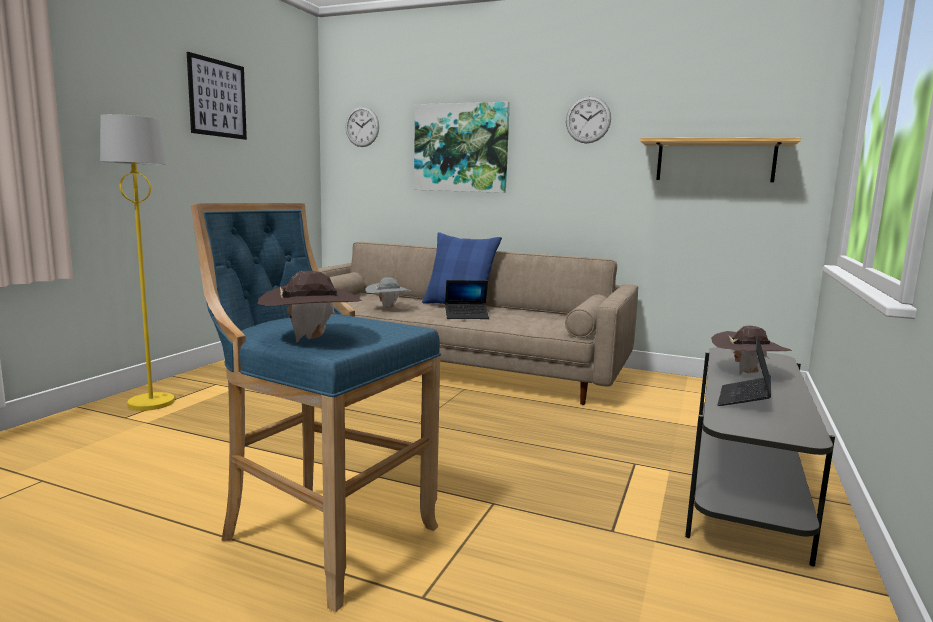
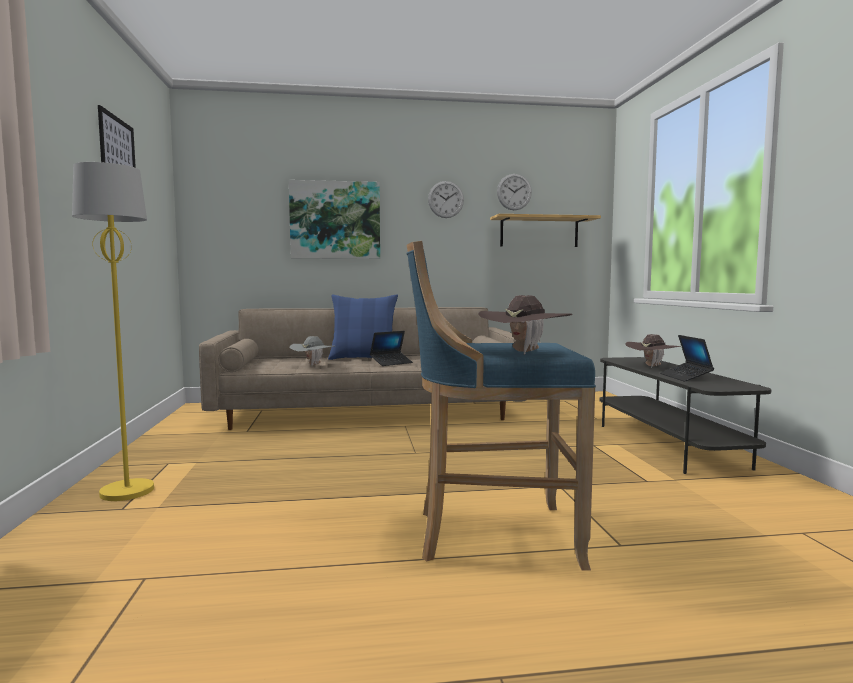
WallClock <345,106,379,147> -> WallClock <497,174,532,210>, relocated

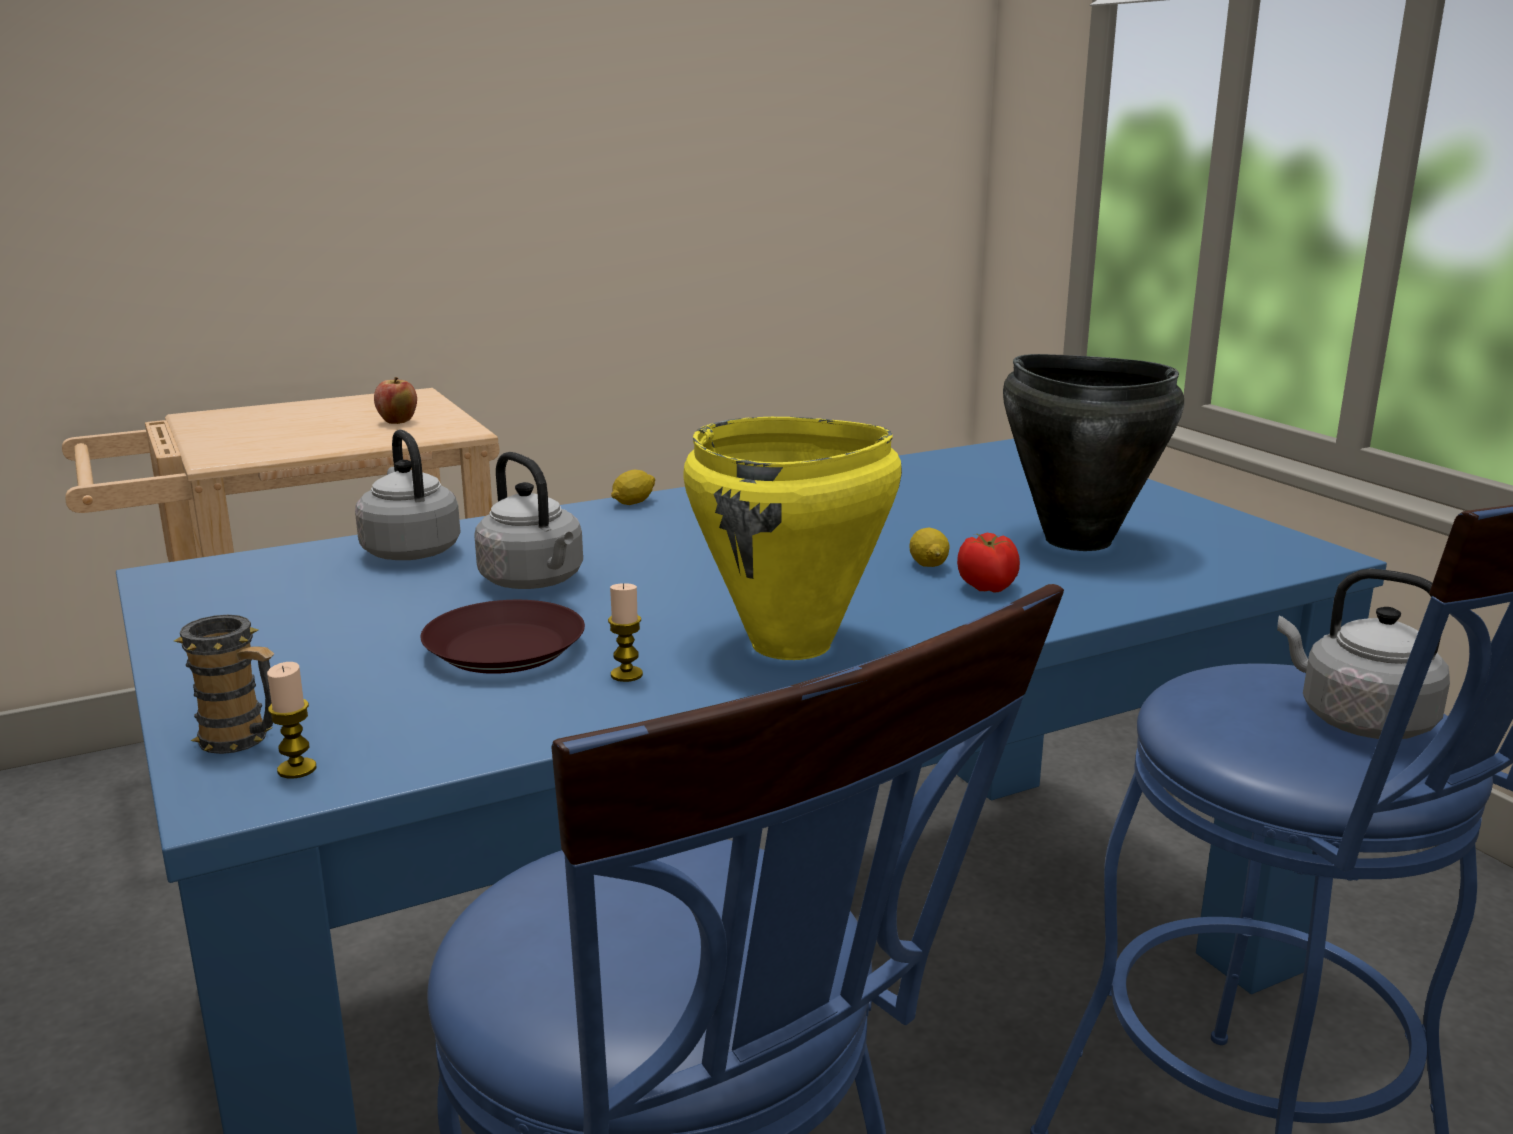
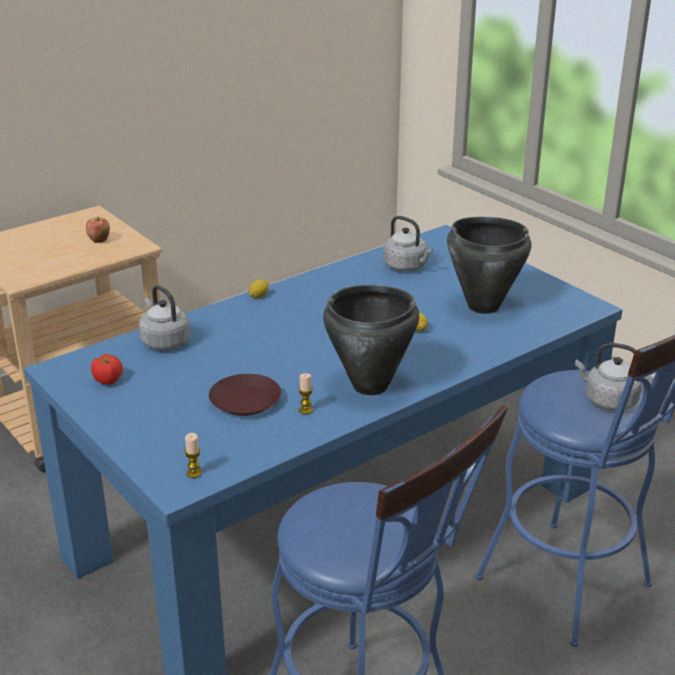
Mug <174,615,275,754> -> none
GreyKettle <474,452,583,589> -> GreyKettle <383,216,433,271>, relocated
YellowCookingPot <683,417,902,660> -> BlackCookingPot <323,285,419,395>
Tomato <957,533,1020,593> -> Tomato <91,354,123,384>, relocated

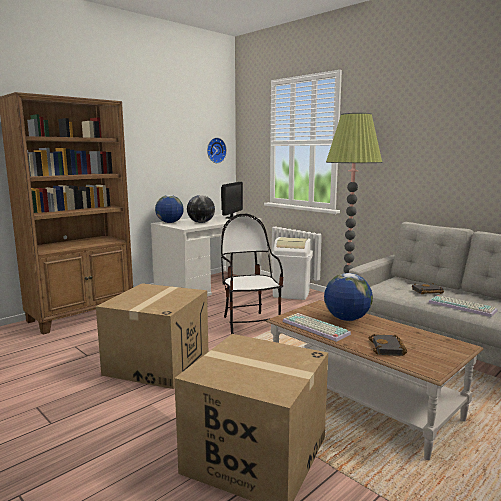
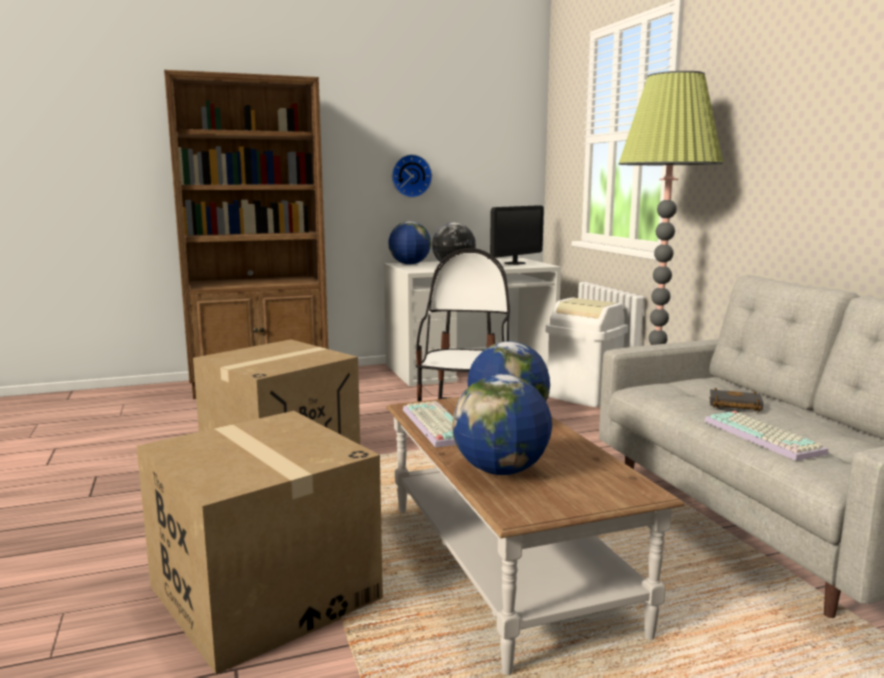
WallClock <207,137,227,163> -> WallClock <392,154,432,198>, relocated
BlackBook <368,334,407,356> -> Globe <452,374,552,475>

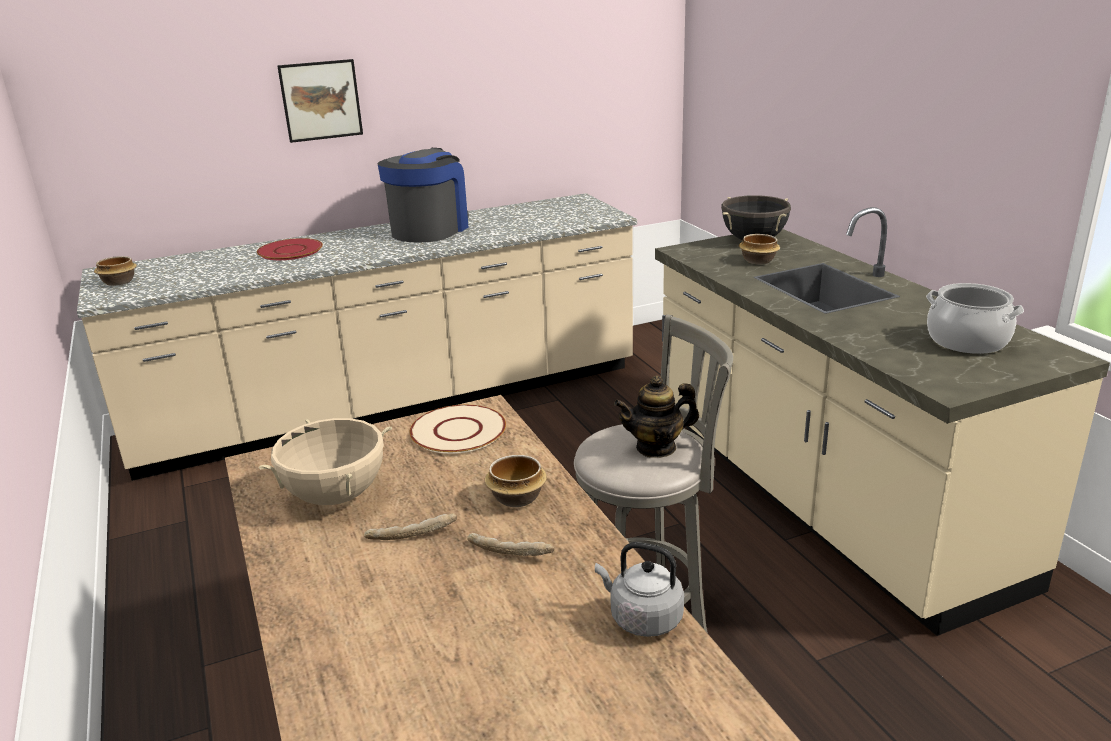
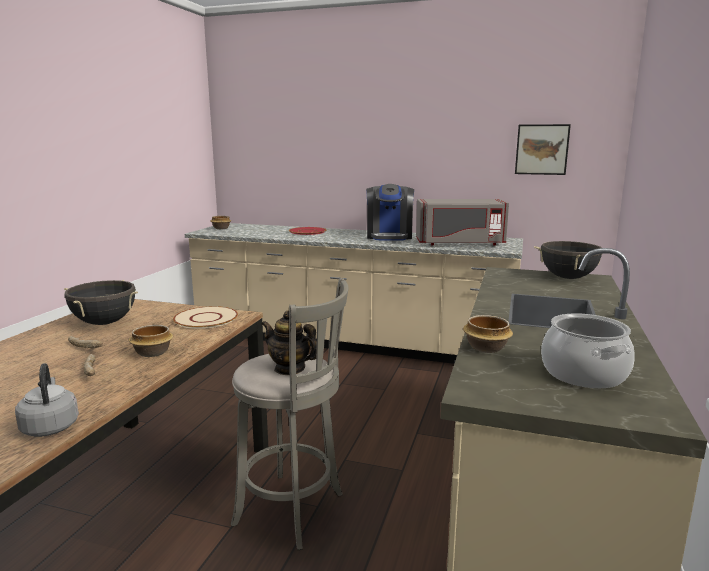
BeigeCookingPot <259,418,392,505> -> BlackCookingPot <64,280,138,325>
Picture <277,59,363,143> -> Picture <515,124,571,175>, relocated
CoffeeMachine <377,148,469,243> -> CoffeeMachine <366,184,414,241>, 120 degrees clockwise
Bowl <739,234,780,265> -> Bowl <463,315,513,353>, relocated
none -> GreyMicrowave <416,199,509,246>

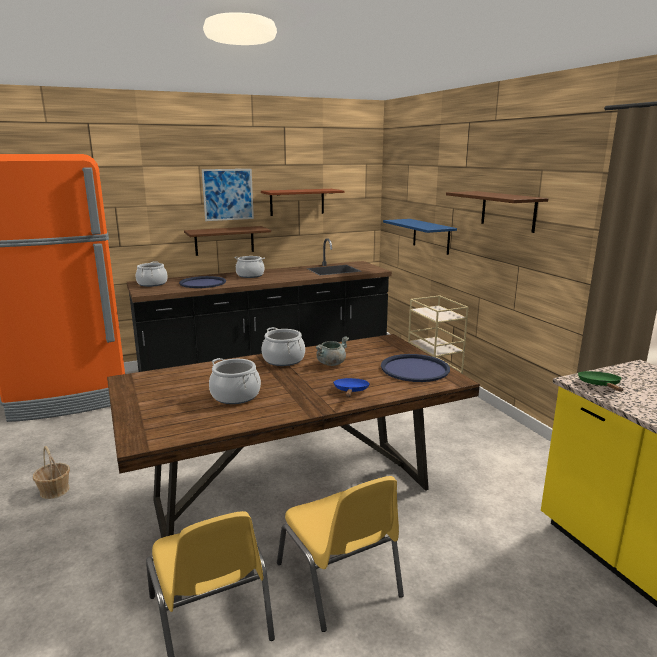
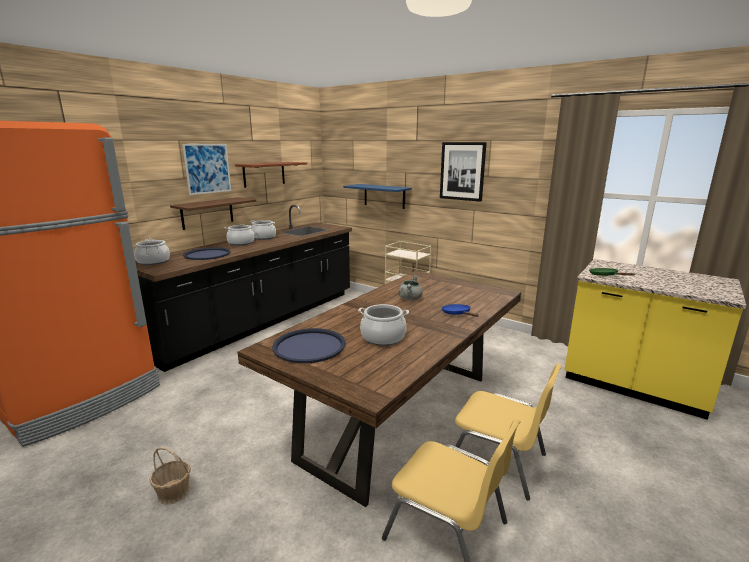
CookingPot <262,327,305,366> -> CookingPot <250,220,276,240>, relocated
BlueTray <381,354,450,382> -> BlueTray <272,328,345,363>, relocated
BrownShelf <446,191,548,233> -> Picture <440,142,487,202>

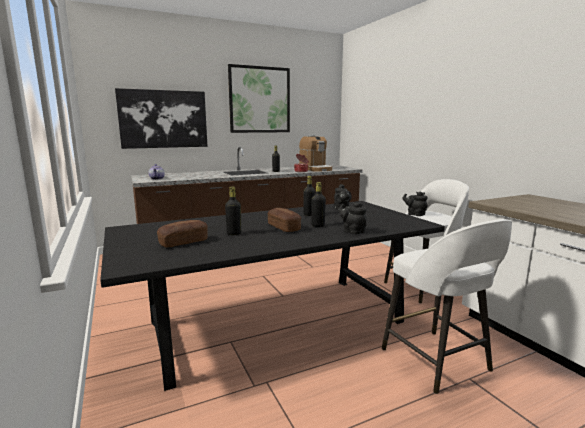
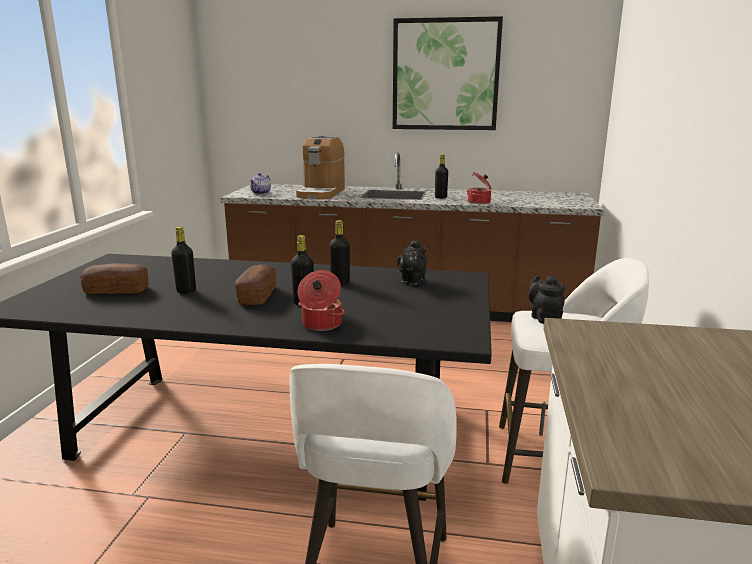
Picture <115,88,207,149> -> none
CoffeeMachine <299,136,332,172> -> CoffeeMachine <296,136,345,199>, relocated
BlackTeapot <338,202,367,234> -> CookingPot <298,270,345,331>

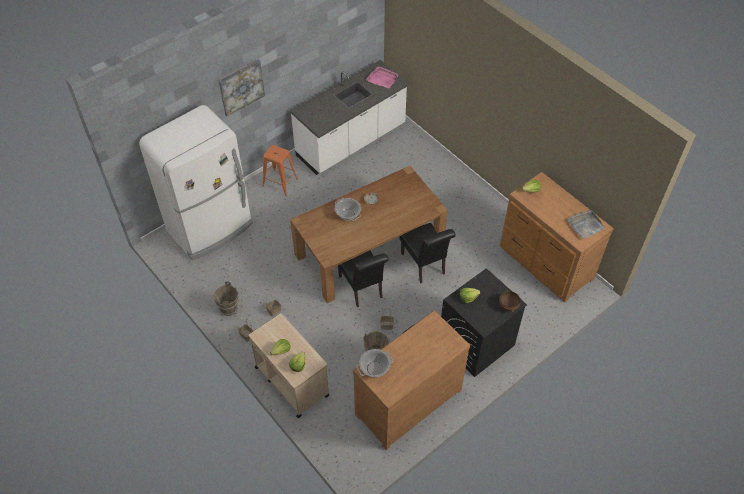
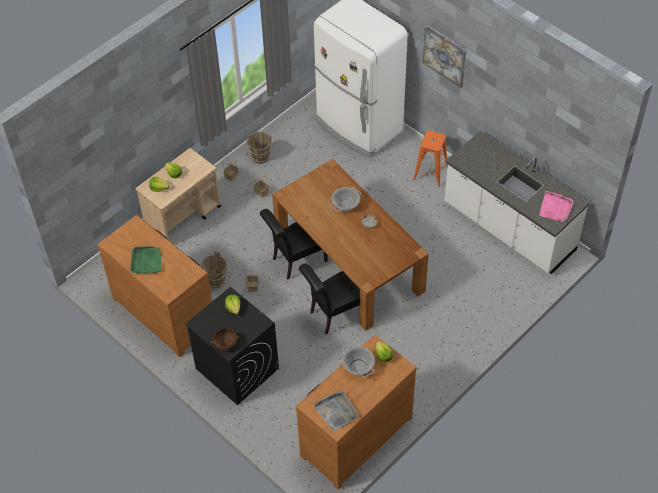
CookingPot <356,349,394,377> -> CookingPot <342,345,375,378>, relocated
none -> GreenTray <130,246,162,274>

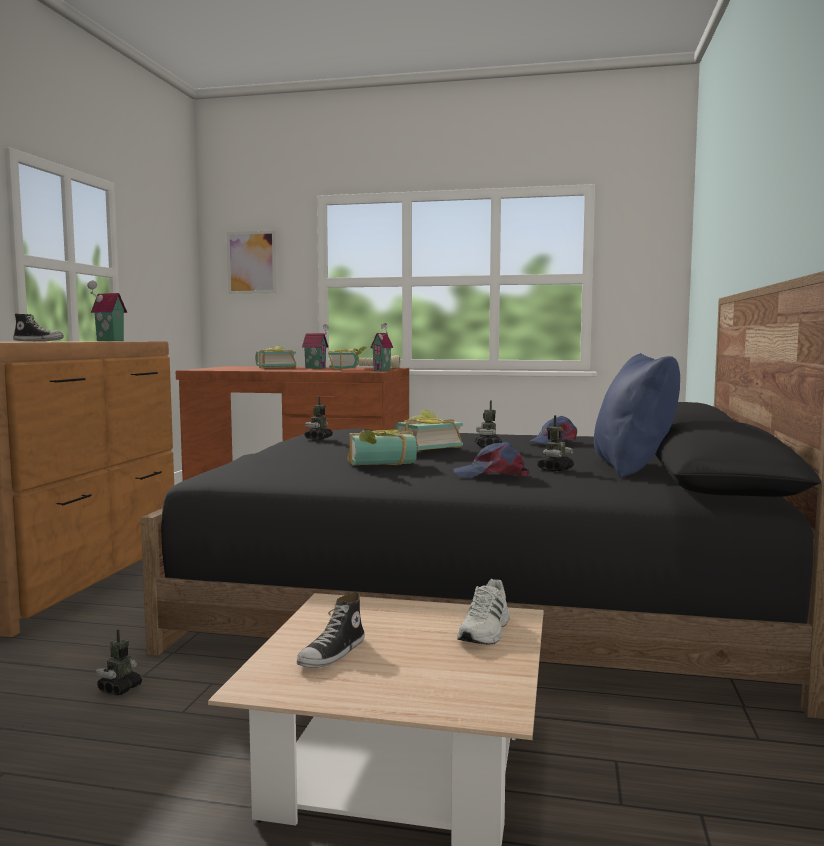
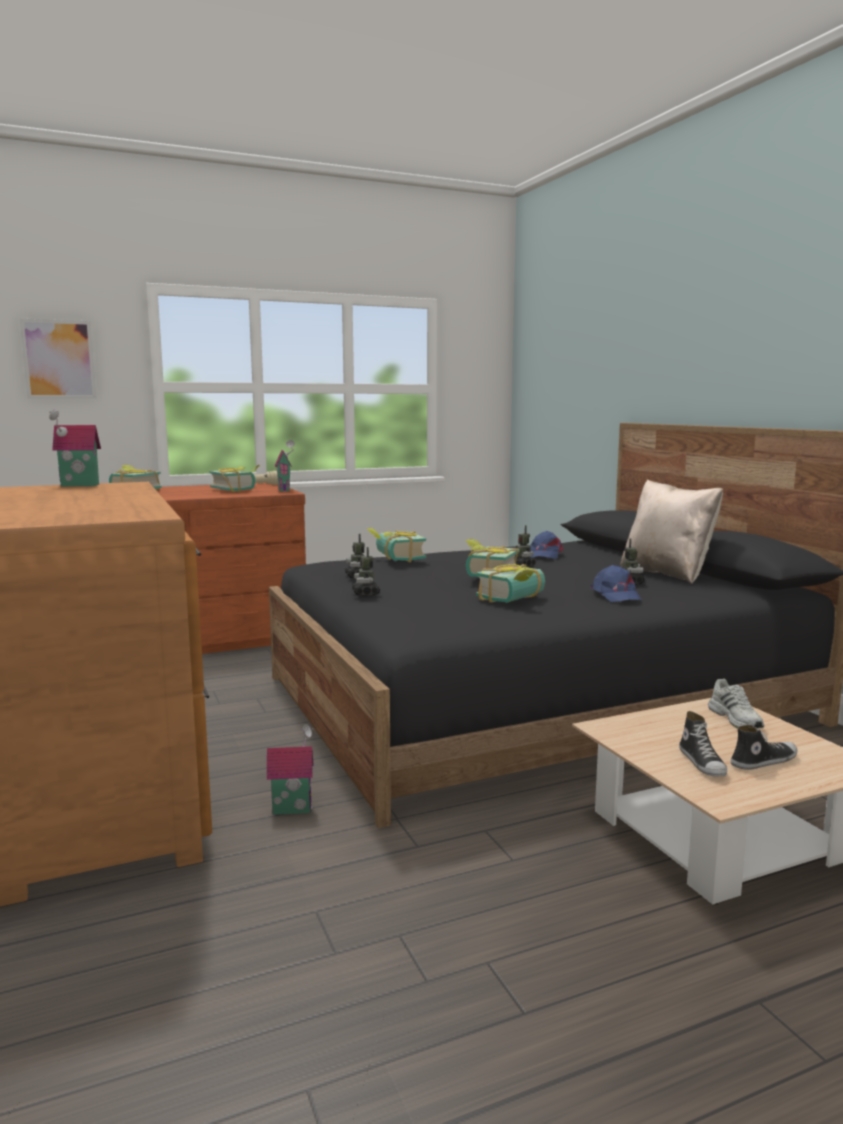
Shoe <13,313,64,341> -> Shoe <731,725,797,770>, relocated
ToyRobot <95,629,142,696> -> ToyRobot <352,547,380,596>, relocated
ToyHouse <302,324,329,369> -> ToyHouse <267,724,314,815>, relocated
BlueCap <454,442,529,478> -> BlueCap <590,565,642,602>, 75 degrees counterclockwise
BluePillow <594,353,680,478> -> BeigePillow <621,479,723,584>
none -> Book <367,527,426,563>

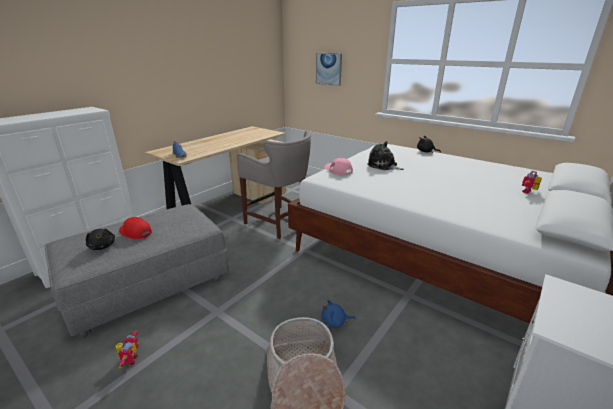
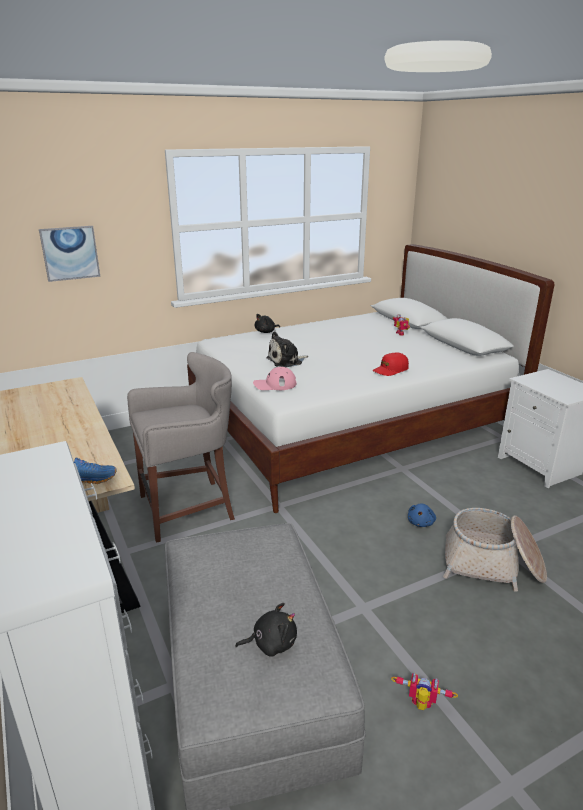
RedCap <119,217,152,239> -> RedCap <373,353,409,376>, relocated

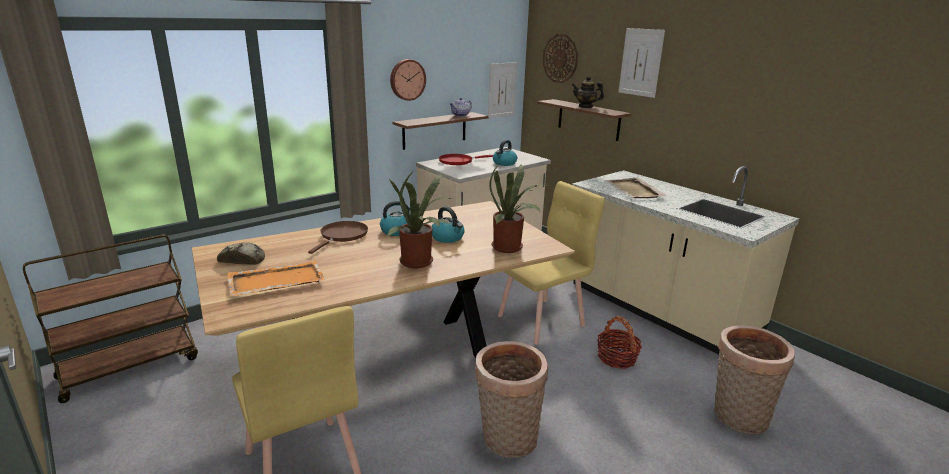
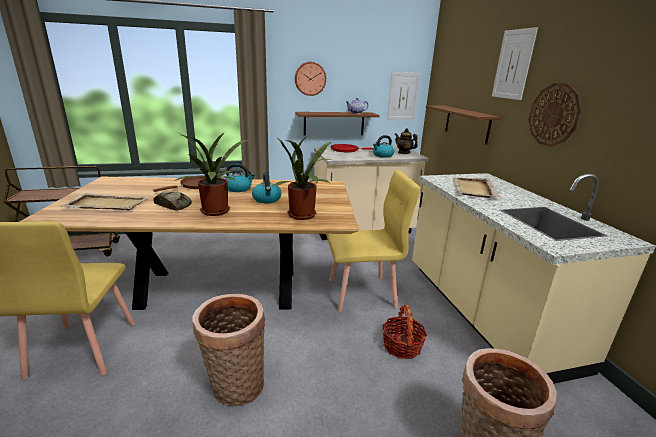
Bread <217,242,265,265> -> Bread <153,191,192,210>, relocated
OrangeTray <227,261,325,296> -> BeigeTray <59,193,150,210>
WallClock <543,34,578,83> -> WallClock <529,83,582,147>, relocated
Teapot <572,76,604,108> -> Teapot <395,128,418,154>, relocated

